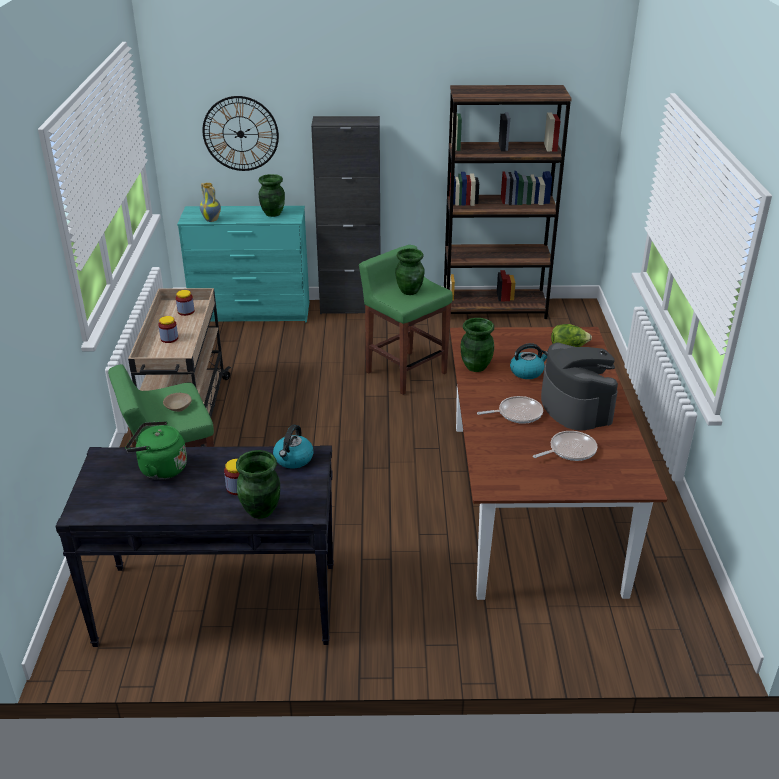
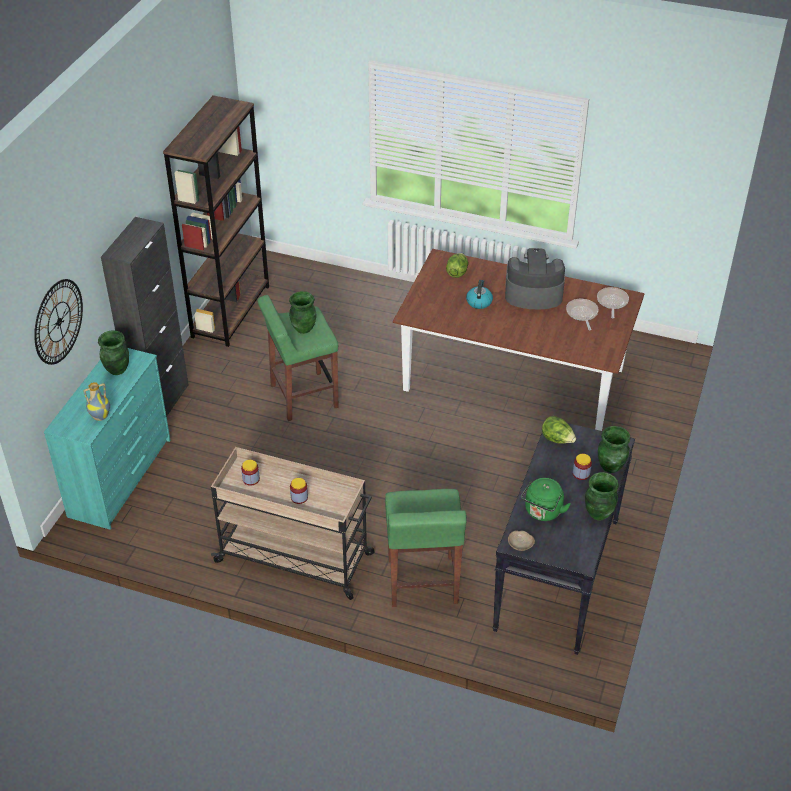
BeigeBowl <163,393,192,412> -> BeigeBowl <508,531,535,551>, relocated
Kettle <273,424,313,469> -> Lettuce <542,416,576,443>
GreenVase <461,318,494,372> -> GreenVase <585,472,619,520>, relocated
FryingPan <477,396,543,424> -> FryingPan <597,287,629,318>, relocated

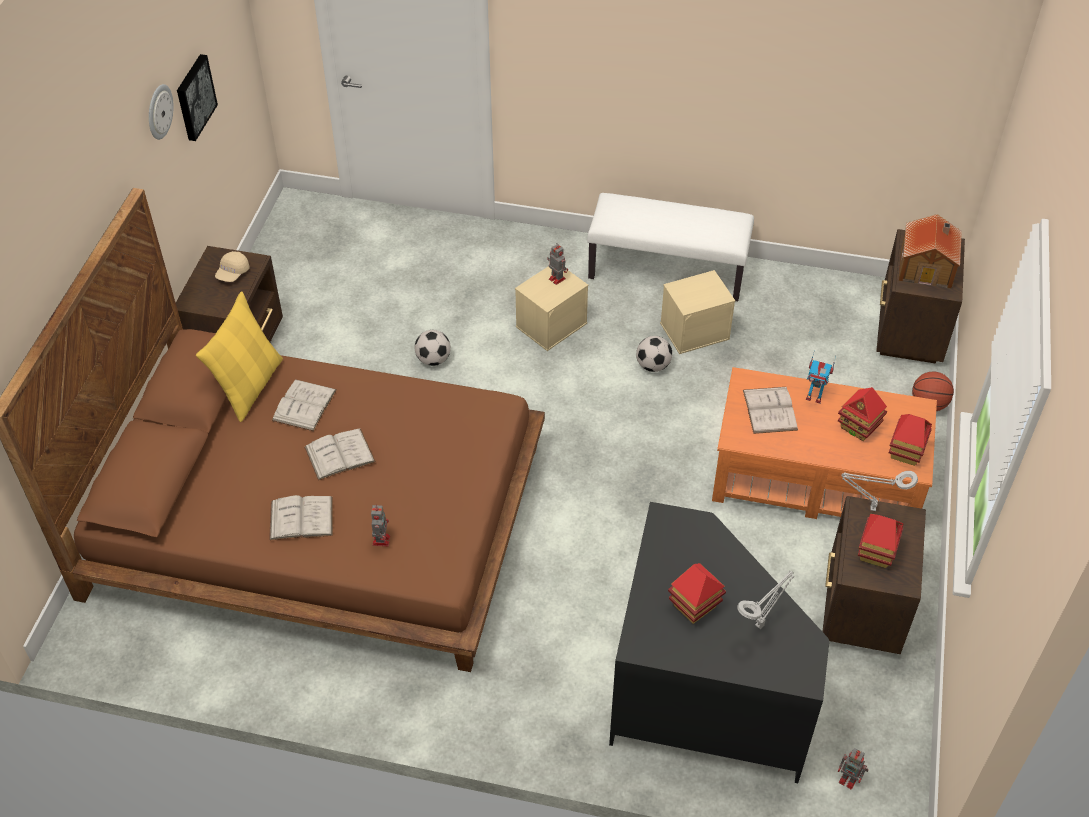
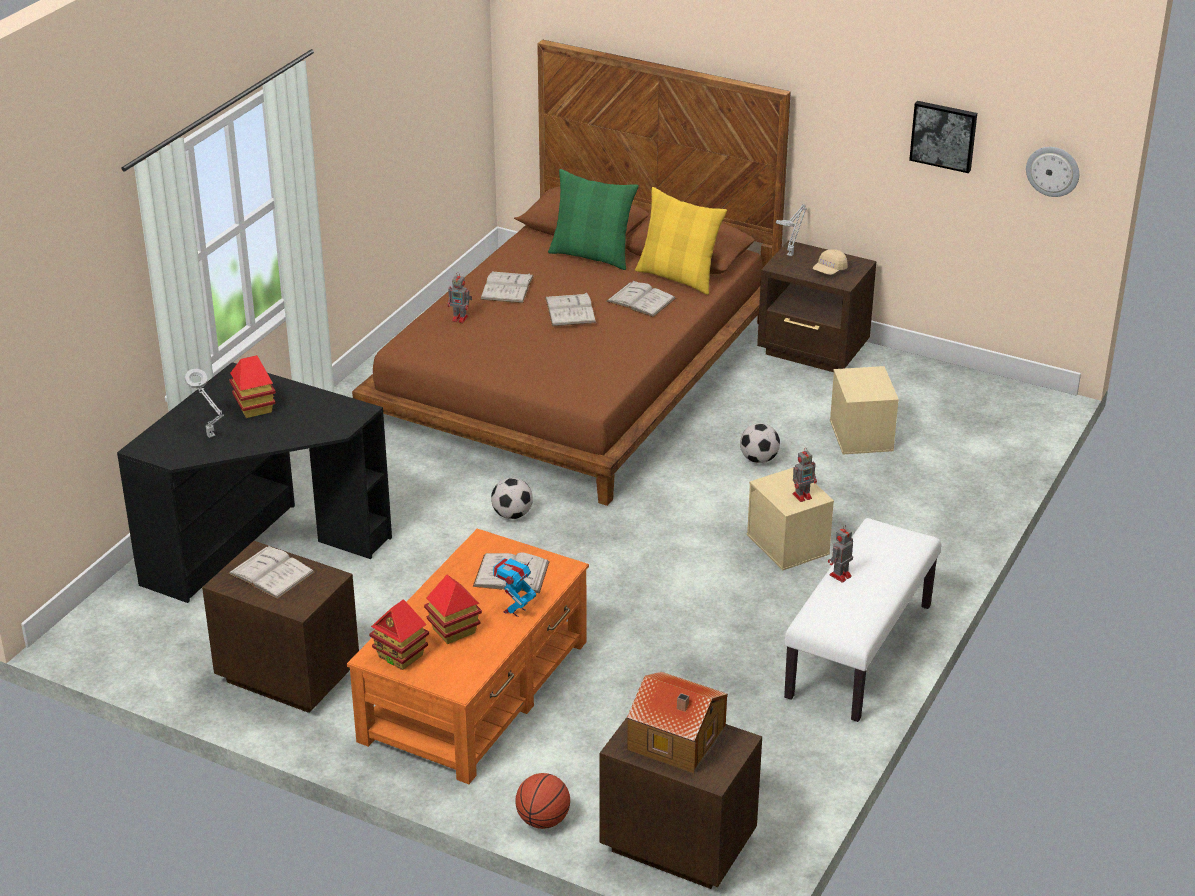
WallClock <149,84,174,140> -> WallClock <1026,147,1079,197>, relocated
BeigeCap <215,251,250,282> -> BeigeCap <813,249,848,275>, 90 degrees counterclockwise
Football <636,336,672,372> -> Football <491,478,533,519>, relocated
BeigeStorageBox <660,270,735,354> -> BeigeStorageBox <830,366,899,454>, relocated
ToyRobot <838,748,868,790> -> ToyRobot <828,525,853,583>, relocated
GreyTableLamp <841,471,918,511> -> GreyTableLamp <776,204,807,256>, relocated
ToyHouse <858,514,903,568> -> WhiteBook <228,546,315,599>
none -> GreenPillow <548,169,639,270>

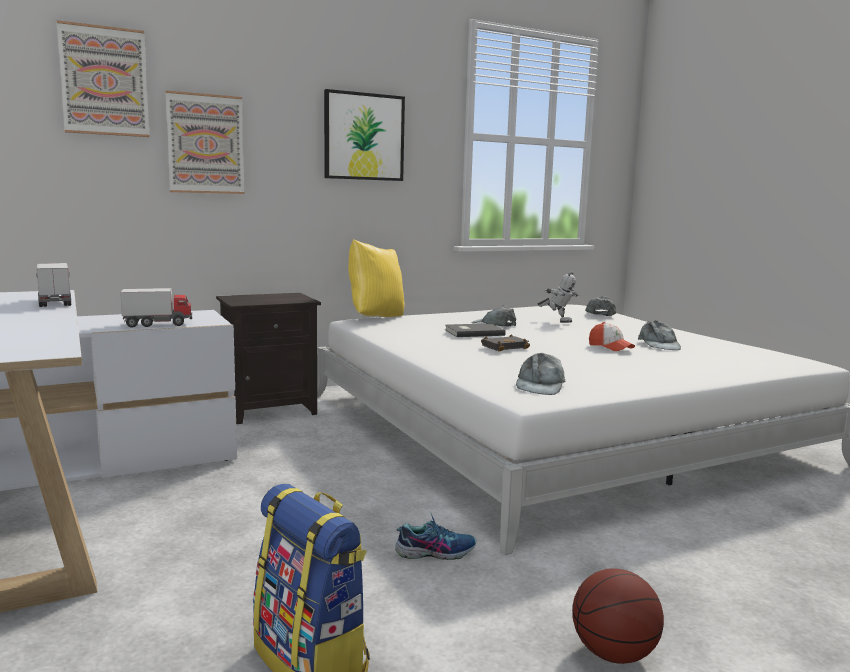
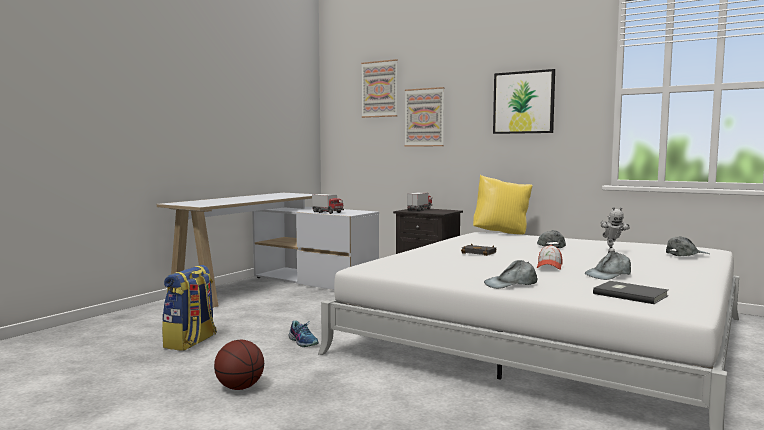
ToyTruck <36,263,71,307> -> ToyTruck <407,192,432,211>, relocated
GreyBook <445,323,506,337> -> GreyBook <593,281,668,304>, relocated
GreyCap <516,353,565,395> -> GreyCap <484,260,538,289>, relocated

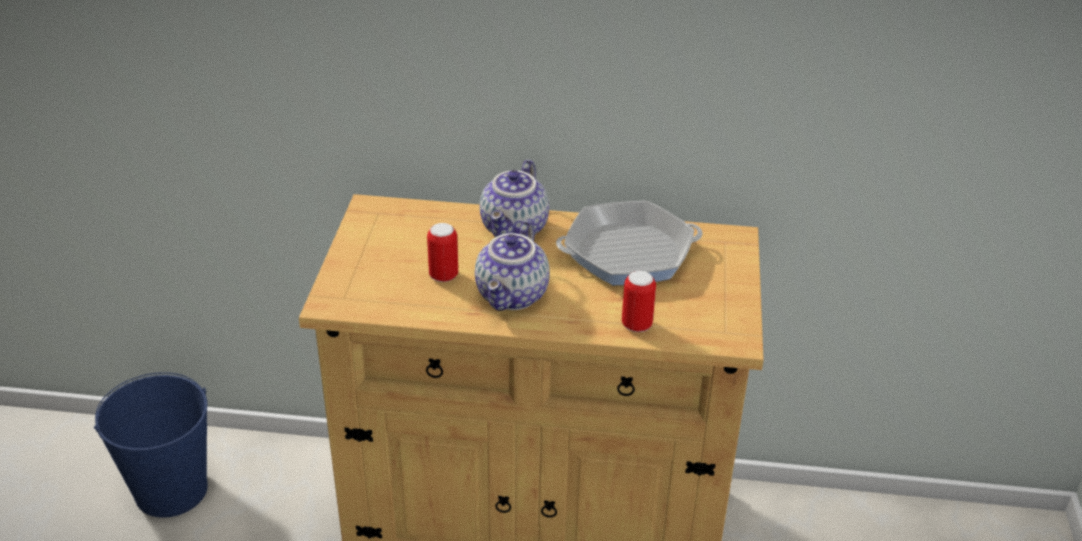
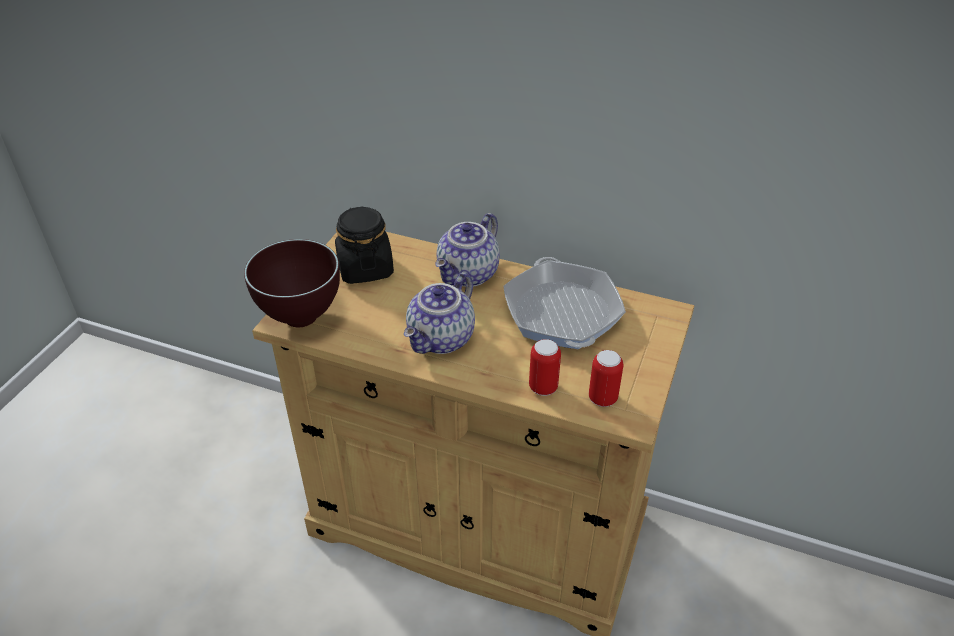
BlueBucket <94,372,208,518> -> none
Can <427,223,458,282> -> Can <589,350,623,407>, relocated
FryingPan <556,201,703,285> -> FryingPan <503,257,626,349>, 75 degrees clockwise
none -> BrownBowl <244,239,340,327>
none -> BlackJar <335,206,394,284>

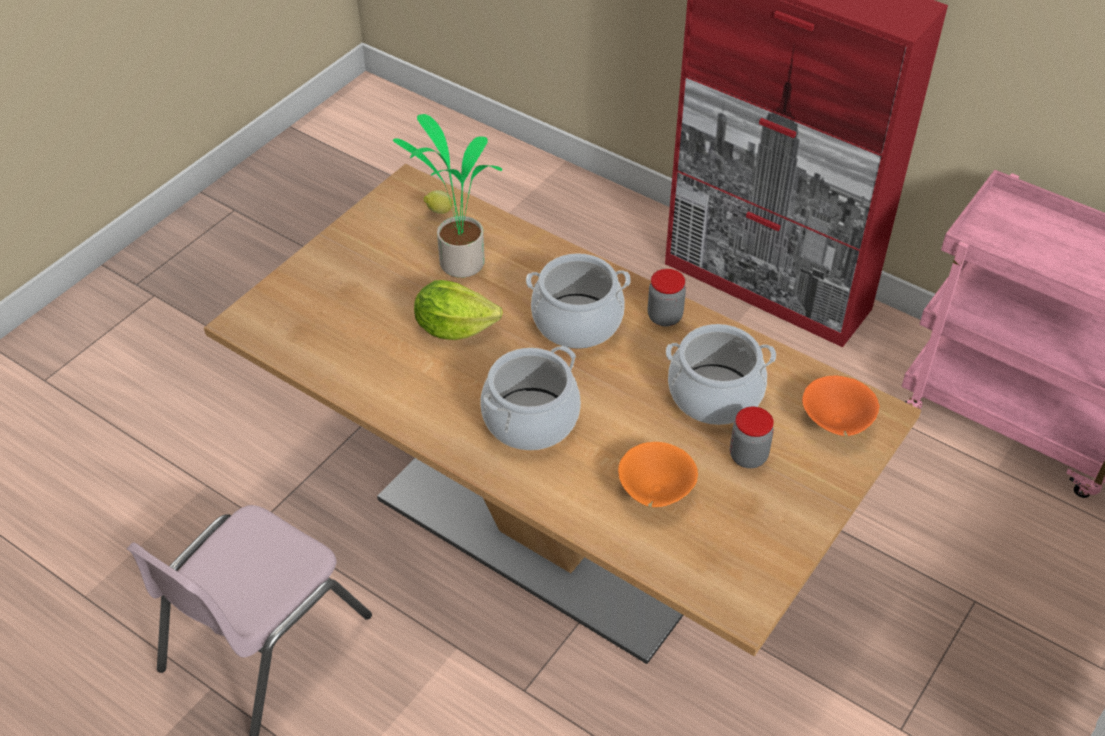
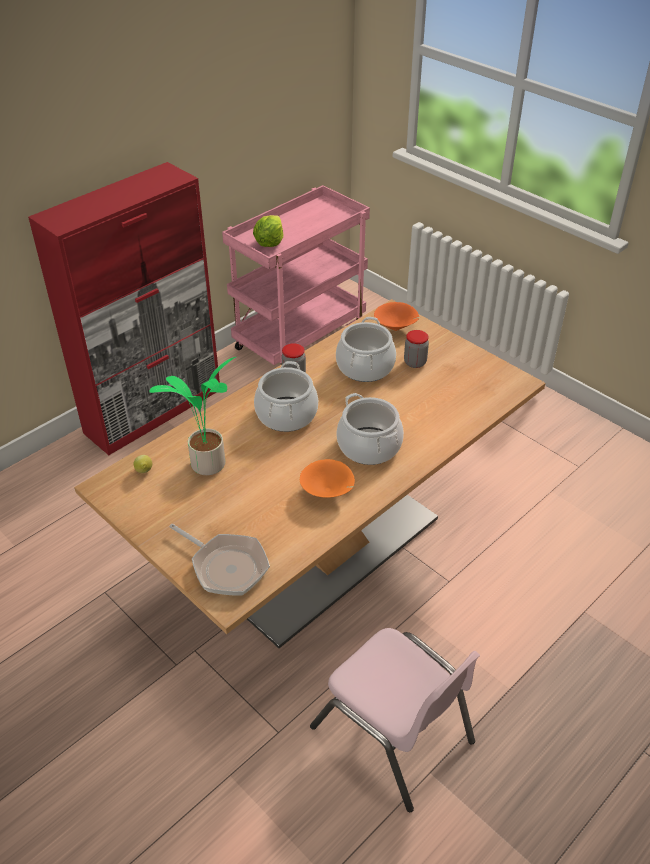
Lettuce <414,280,503,340> -> Lettuce <253,215,283,247>, relocated
OrangeBowl <618,442,698,507> -> OrangeBowl <300,459,355,498>, relocated
none -> FryingPan <169,524,270,595>

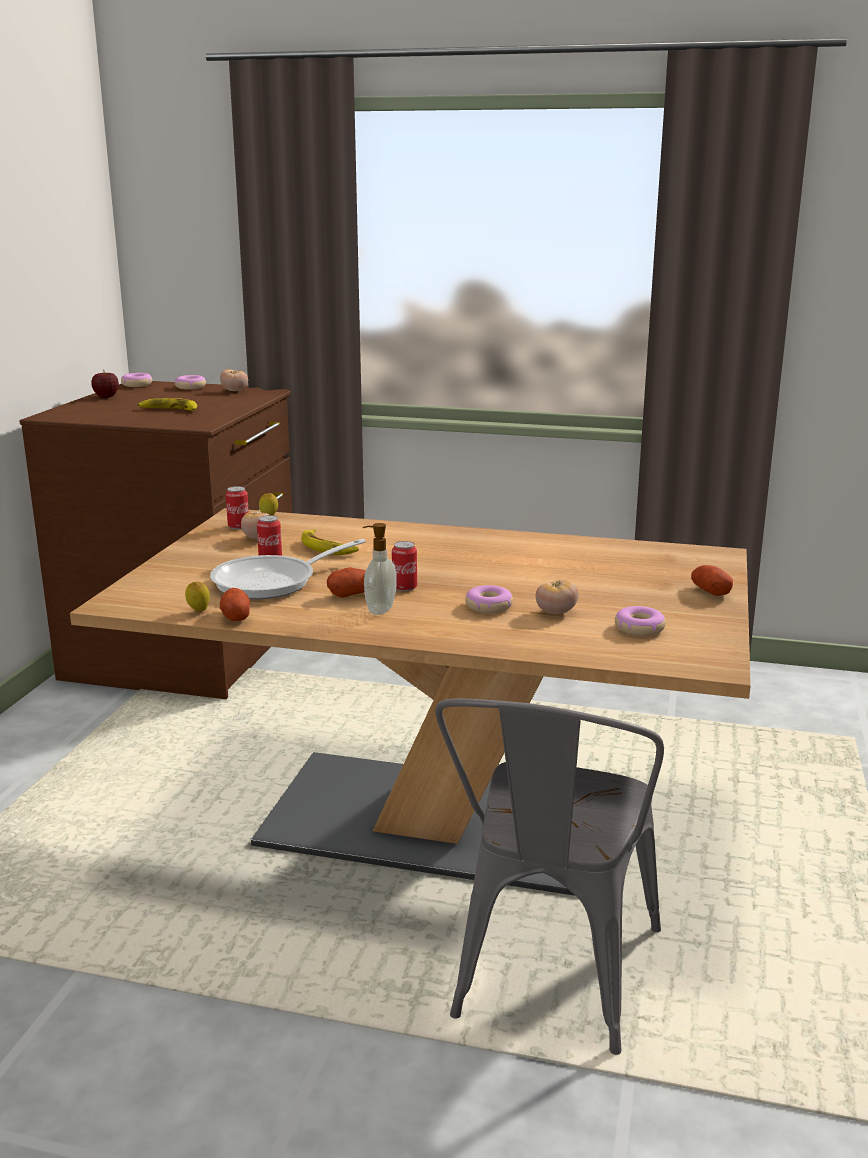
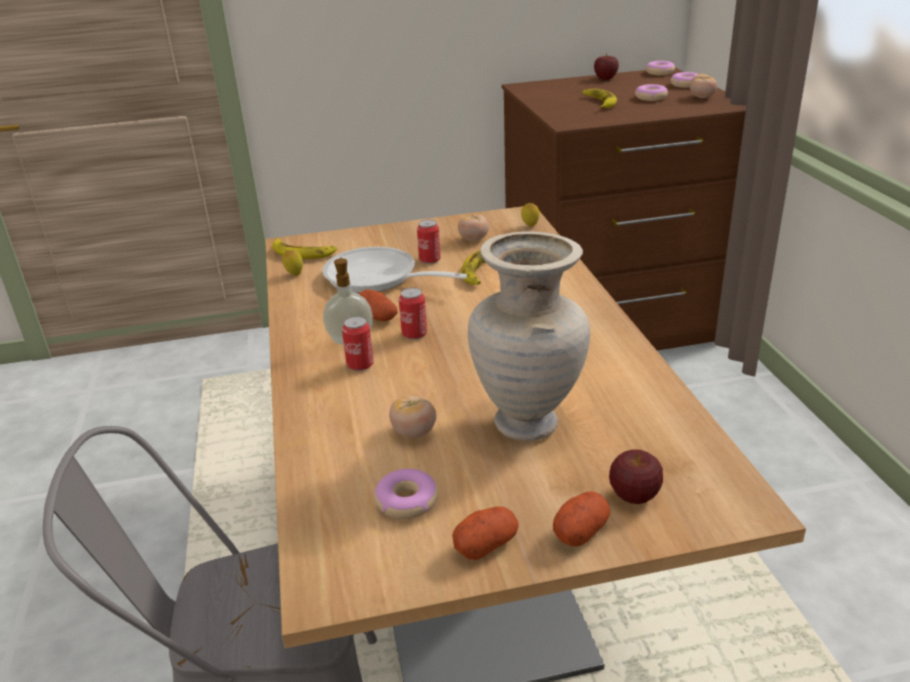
Potato <220,588,250,621> -> Potato <452,506,519,560>, relocated
Can <226,486,249,529> -> Can <342,316,374,371>, relocated
Donut <465,585,513,613> -> Donut <635,84,668,101>, relocated
none -> Banana <272,238,337,259>
none -> BeigeVase <468,231,590,441>
none -> Apple <609,449,663,504>

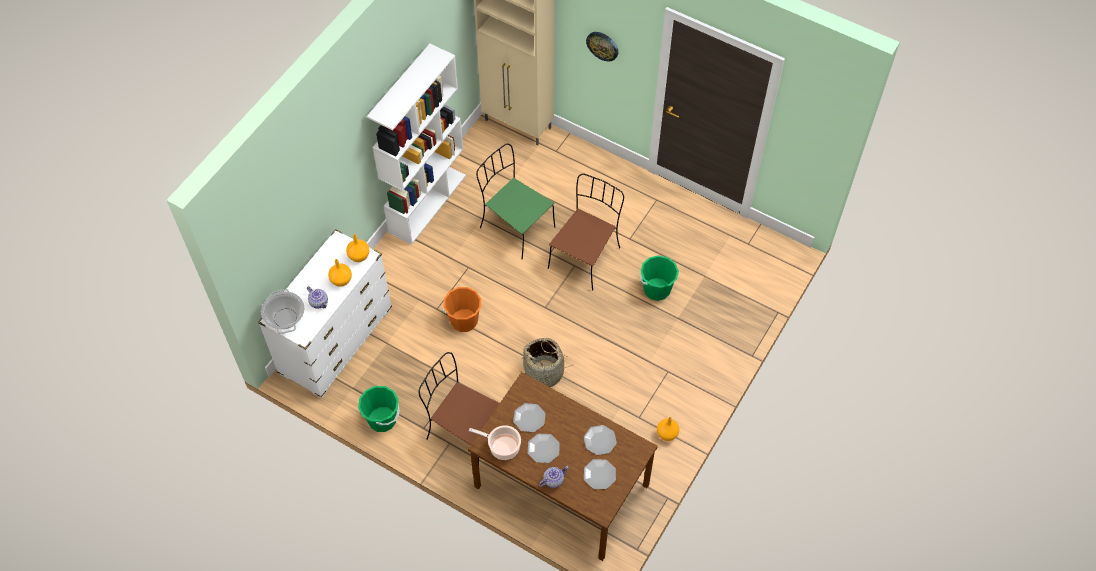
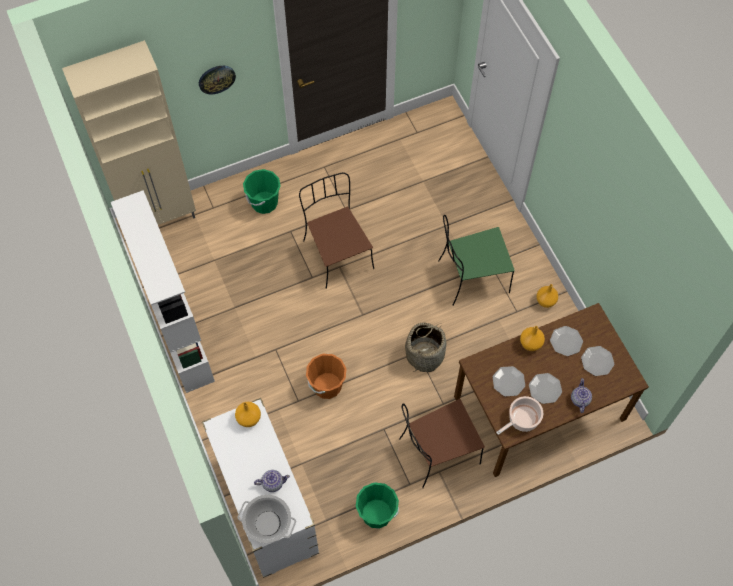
OrangeVase <328,259,352,287> -> OrangeVase <520,326,545,351>, relocated
GreenChair <476,143,555,259> -> GreenChair <438,215,515,306>, relocated
GreenBucket <640,255,679,301> -> GreenBucket <243,169,281,214>, relocated

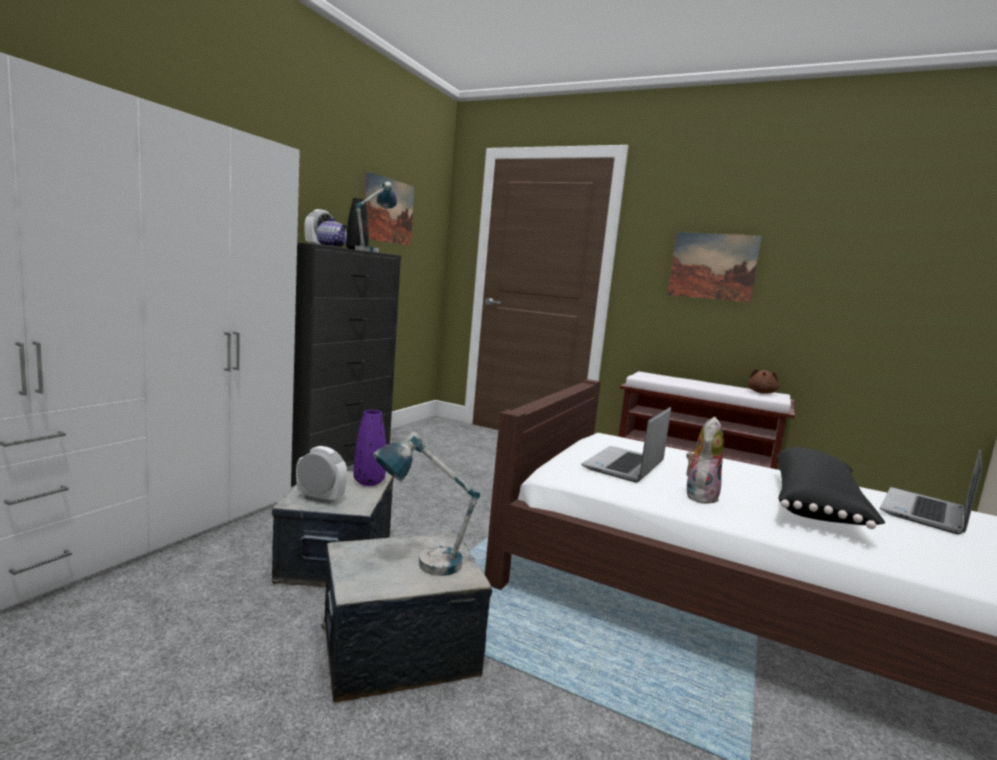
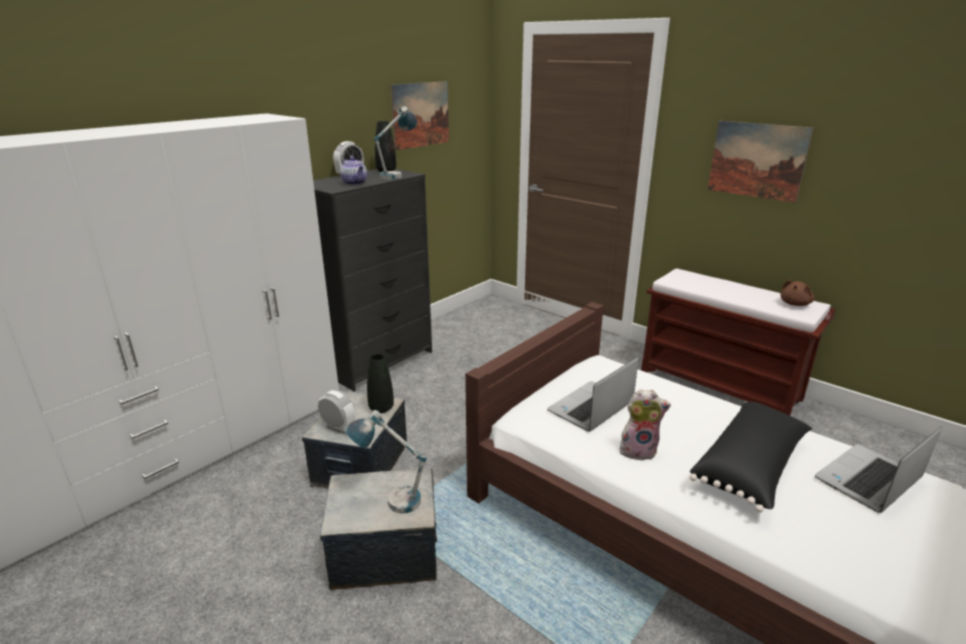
PurpleVase <354,410,386,486> -> BlackVase <367,354,394,413>
PlushToy <686,417,724,504> -> PlushToy <619,389,671,461>, 45 degrees clockwise

